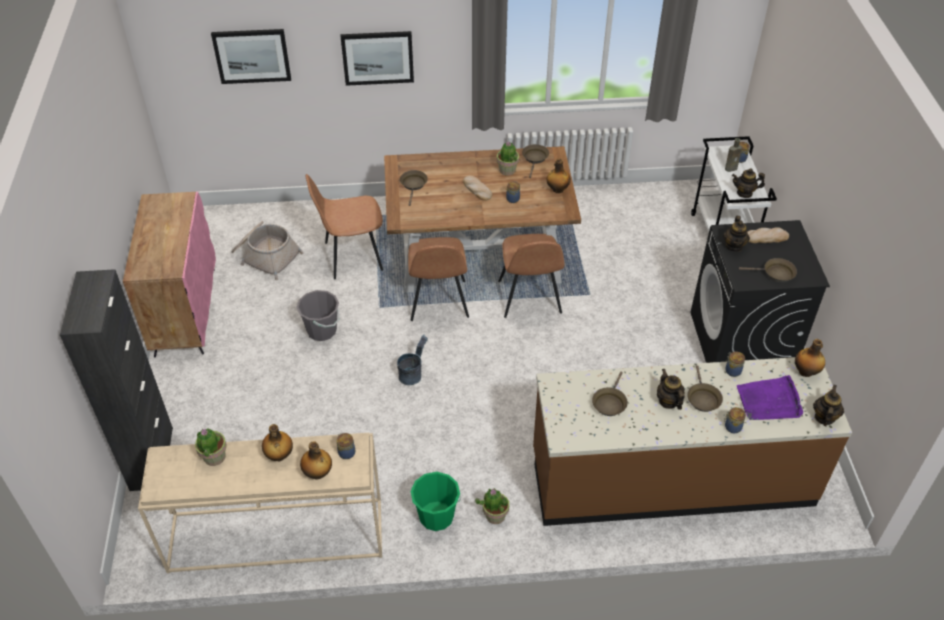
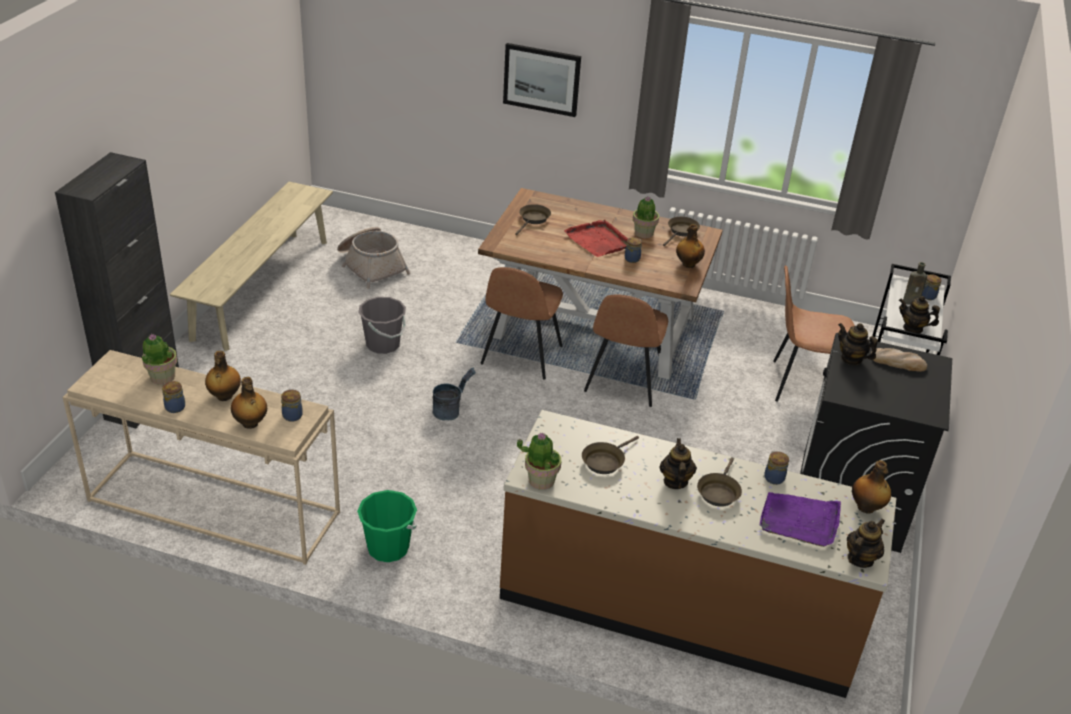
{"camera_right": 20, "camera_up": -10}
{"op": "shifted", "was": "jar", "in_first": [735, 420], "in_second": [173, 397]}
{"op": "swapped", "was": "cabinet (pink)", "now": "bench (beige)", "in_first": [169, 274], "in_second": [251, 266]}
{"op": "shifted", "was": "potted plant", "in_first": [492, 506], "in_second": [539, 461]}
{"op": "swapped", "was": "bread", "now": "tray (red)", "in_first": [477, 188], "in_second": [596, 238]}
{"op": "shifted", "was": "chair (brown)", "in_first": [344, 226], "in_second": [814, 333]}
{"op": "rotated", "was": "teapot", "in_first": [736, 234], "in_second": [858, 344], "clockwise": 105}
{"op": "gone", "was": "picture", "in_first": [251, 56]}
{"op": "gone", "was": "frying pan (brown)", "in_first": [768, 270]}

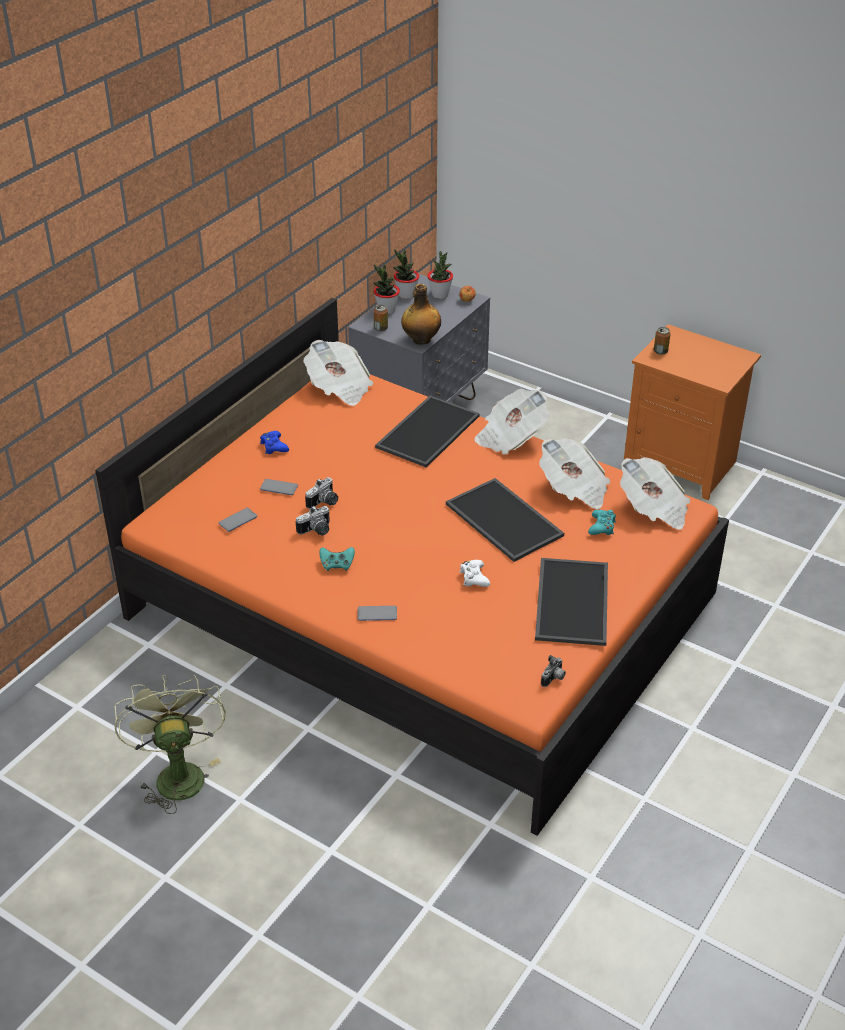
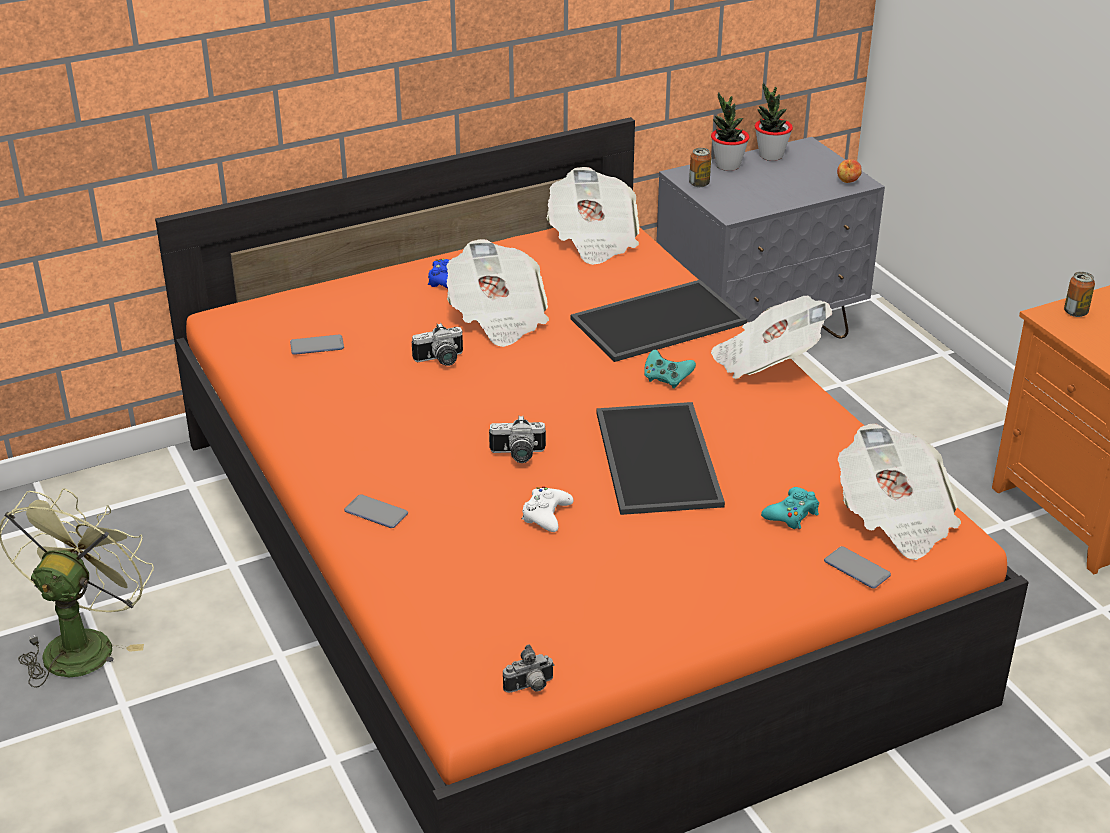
{"camera_right": 30, "camera_up": -5}
{"op": "shifted", "was": "newspaper", "in_first": [574, 473], "in_second": [497, 293]}
{"op": "shifted", "was": "photo camera", "in_first": [313, 520], "in_second": [517, 439]}
{"op": "shifted", "was": "game controller (turquoise)", "in_first": [337, 559], "in_second": [670, 369]}
{"op": "shifted", "was": "phone", "in_first": [279, 487], "in_second": [857, 567]}
{"op": "gone", "was": "bottle", "in_first": [421, 314]}
{"op": "gone", "was": "potted plant", "in_first": [440, 275]}
{"op": "gone", "was": "tray", "in_first": [571, 602]}

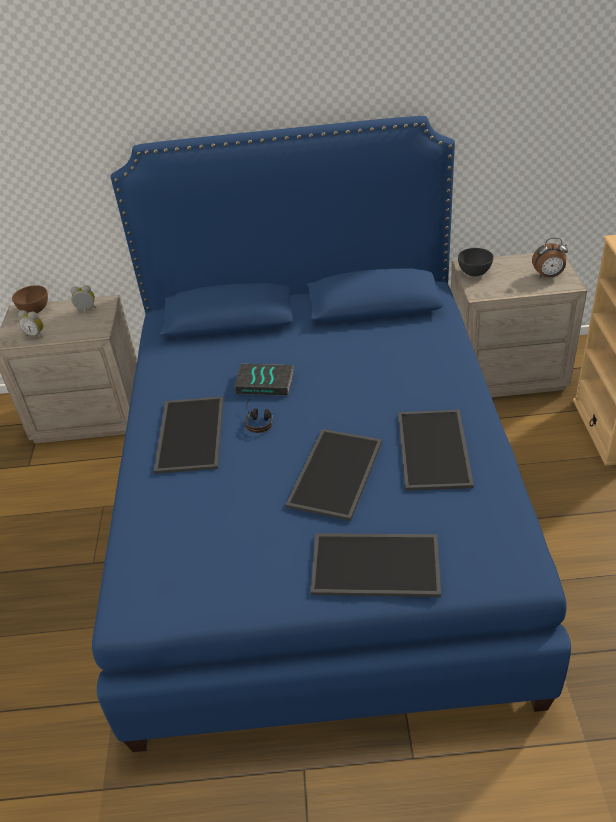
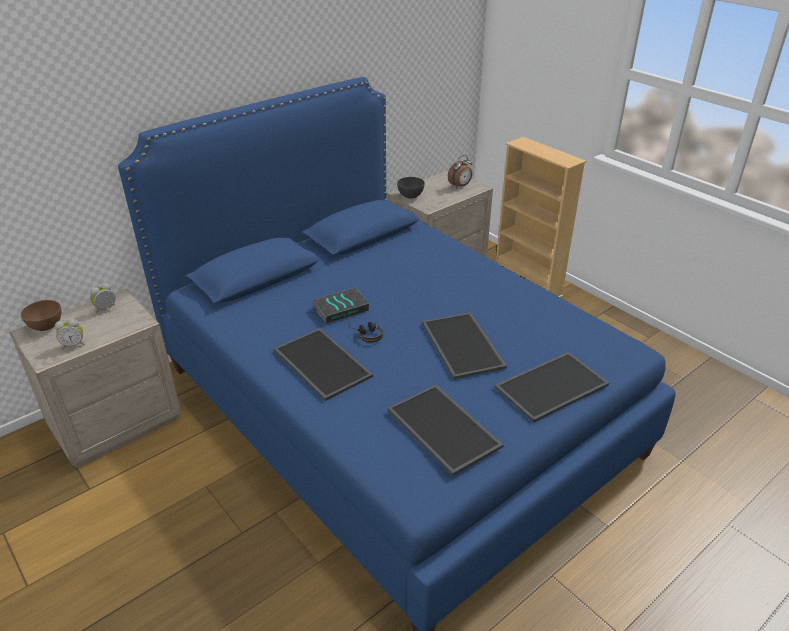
{"camera_right": -40, "camera_up": -5}
{"op": "shifted", "was": "tray", "in_first": [436, 450], "in_second": [446, 430]}

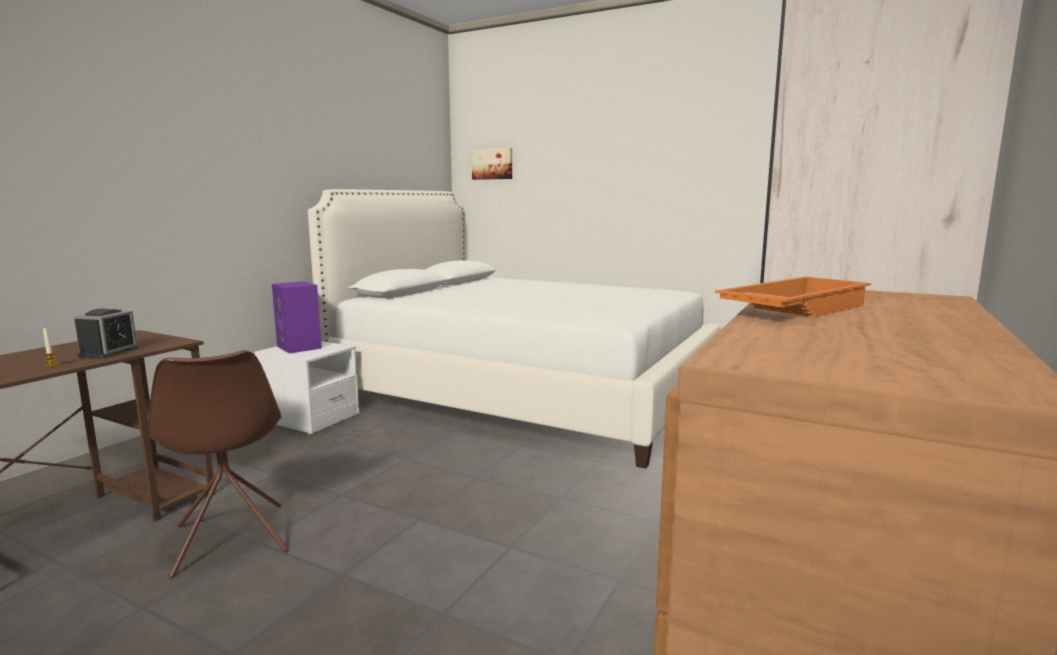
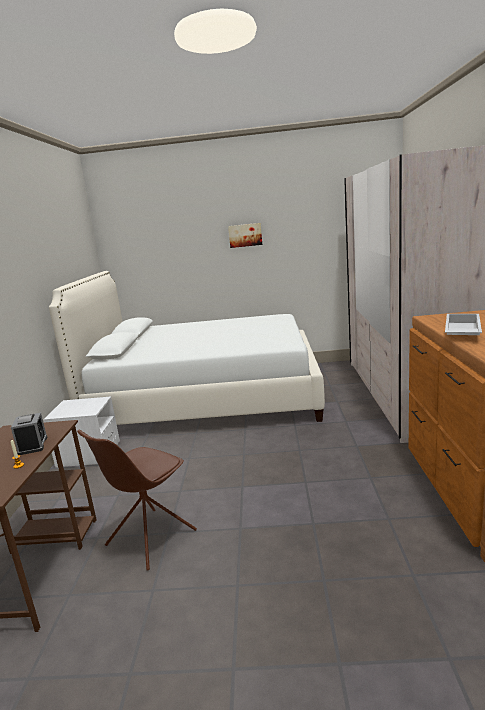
{"camera_right": -25, "camera_up": 5}
{"op": "rotated", "was": "chair (brown)", "in_first": [218, 464], "in_second": [137, 500], "clockwise": 90}
{"op": "shifted", "was": "picture", "in_first": [492, 164], "in_second": [245, 235]}
{"op": "repainted", "was": "tray (orange)", "now": "tray (white)", "in_first": [793, 297], "in_second": [463, 324]}
{"op": "gone", "was": "speaker (purple)", "in_first": [297, 317]}

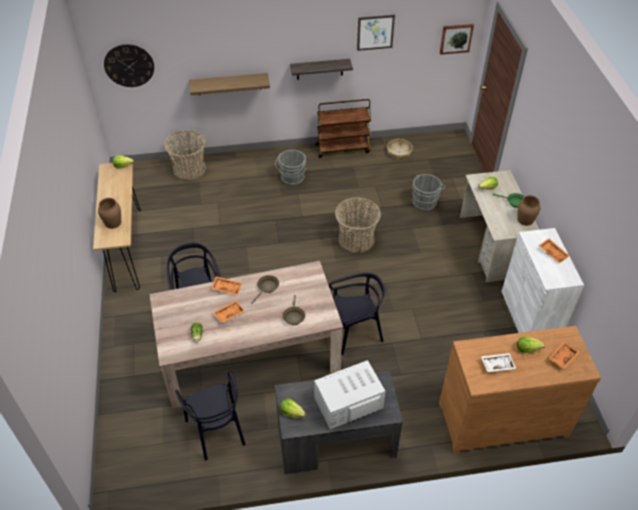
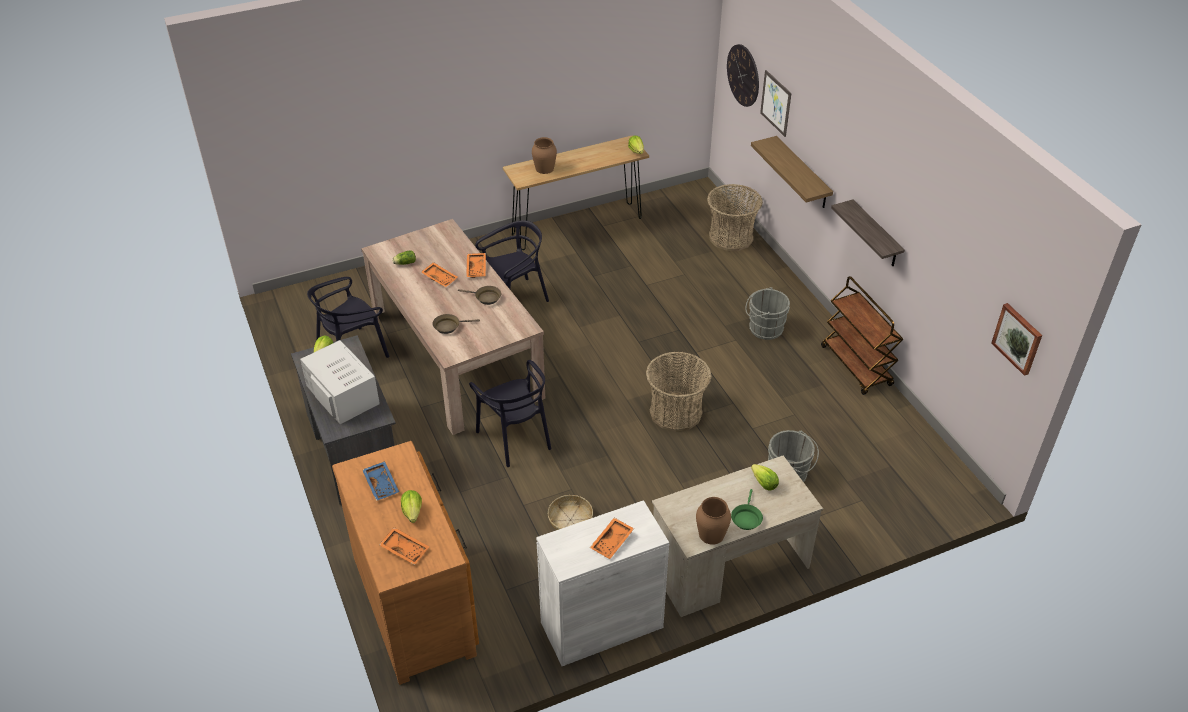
{"camera_right": 75, "camera_up": -5}
{"op": "repainted", "was": "tray (white)", "now": "tray (blue)", "in_first": [498, 362], "in_second": [381, 481]}
{"op": "shifted", "was": "basket", "in_first": [400, 149], "in_second": [570, 512]}
{"op": "shifted", "was": "picture", "in_first": [376, 33], "in_second": [776, 103]}

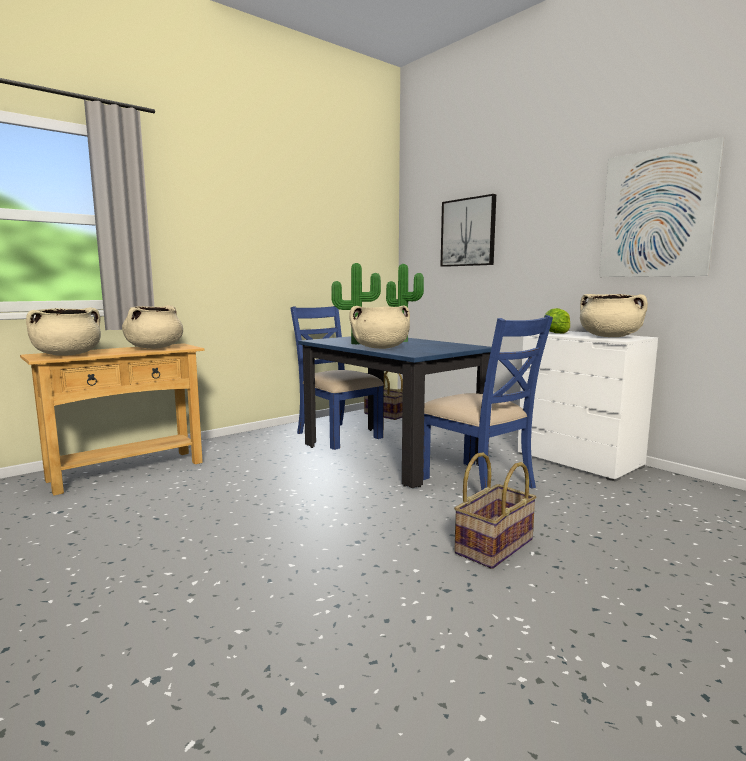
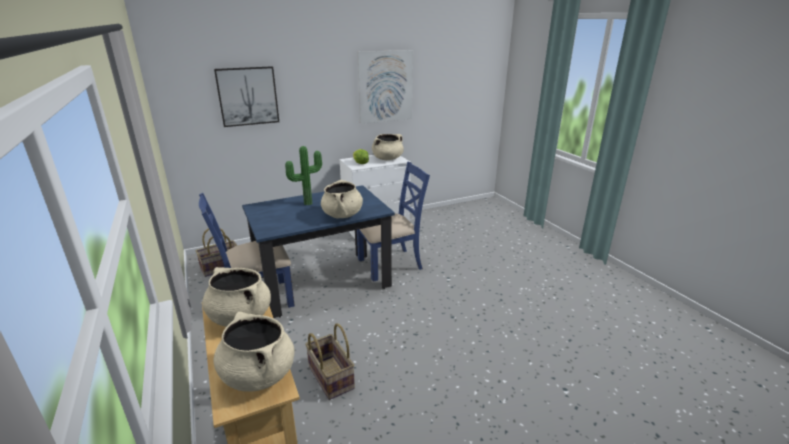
{"camera_right": -75, "camera_up": 15}
{"op": "shifted", "was": "basket", "in_first": [495, 510], "in_second": [330, 362]}
{"op": "gone", "was": "potted plant", "in_first": [356, 303]}

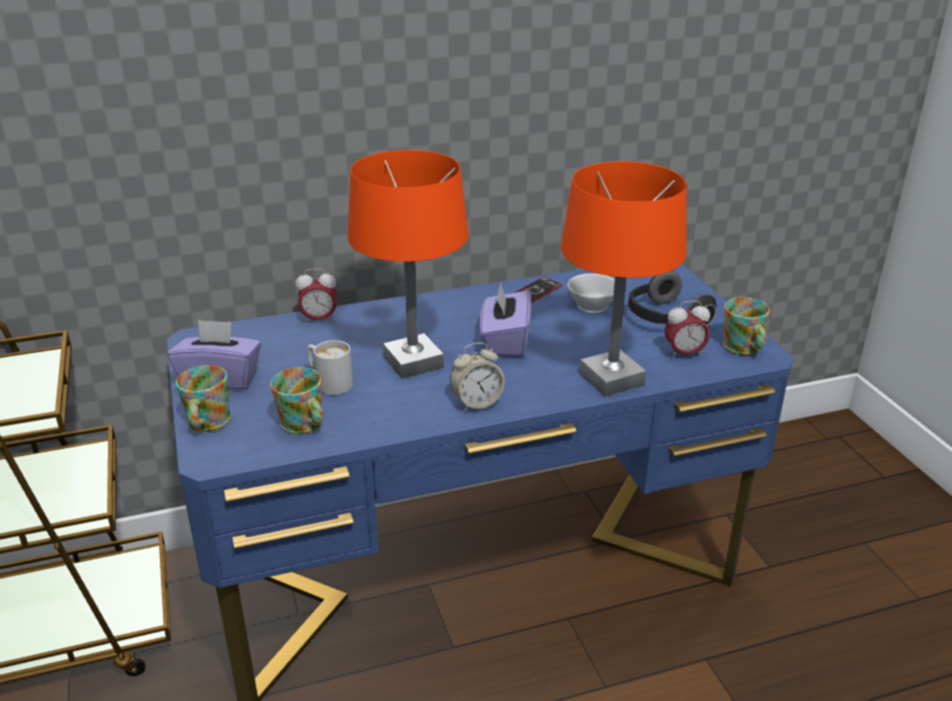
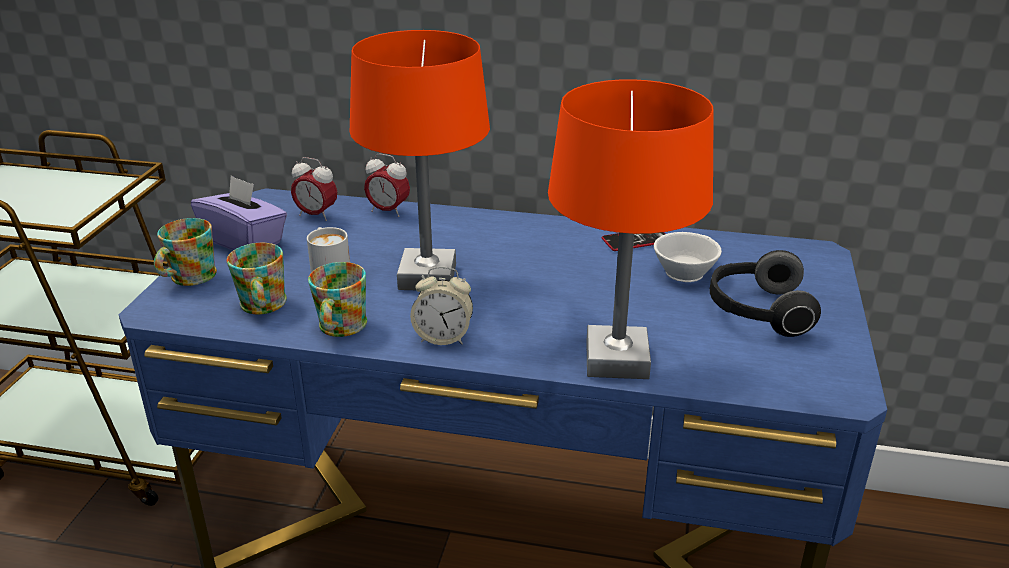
{"camera_right": 30, "camera_up": 0}
{"op": "shifted", "was": "alarm clock", "in_first": [687, 330], "in_second": [314, 189]}
{"op": "shifted", "was": "mug", "in_first": [746, 326], "in_second": [337, 299]}
{"op": "gone", "was": "tissue box (purple)", "in_first": [505, 319]}

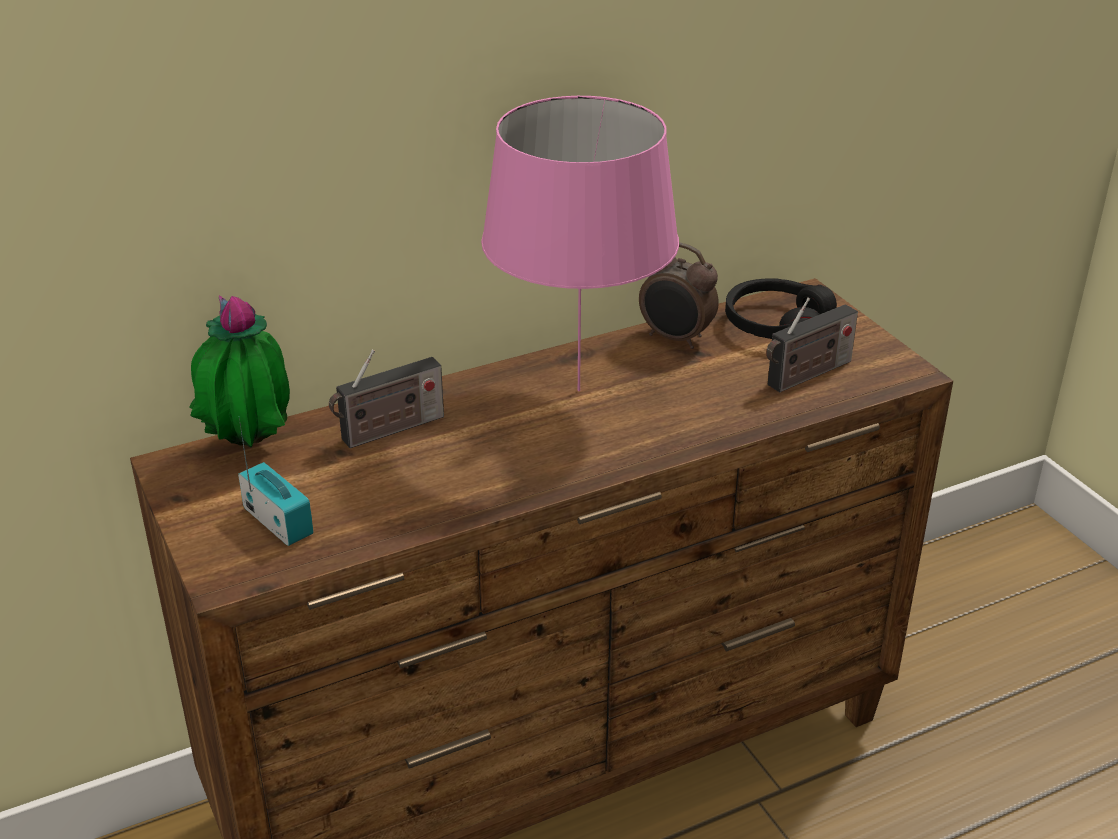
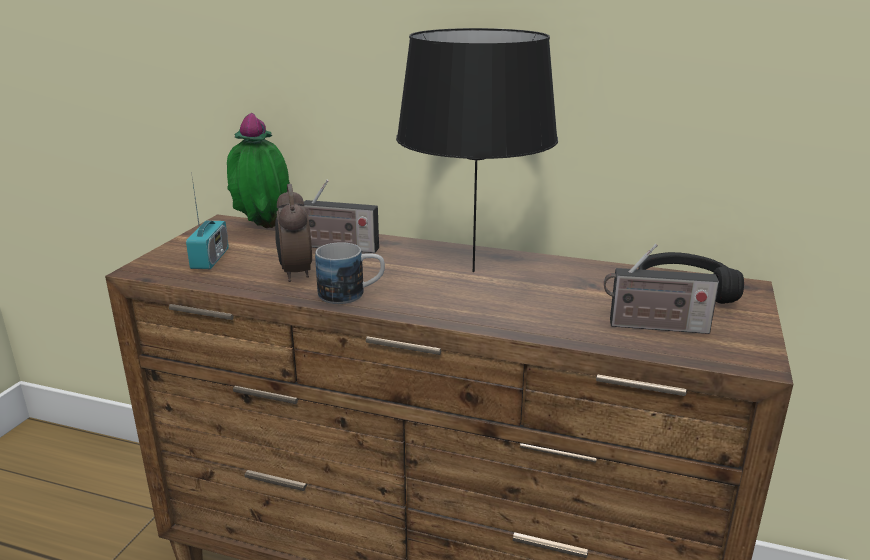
{"camera_right": 45, "camera_up": -10}
{"op": "shifted", "was": "alarm clock", "in_first": [679, 295], "in_second": [293, 233]}
{"op": "new", "now": "mug", "in_second": [350, 273]}
{"op": "repainted", "was": "table lamp (pink)", "now": "table lamp (black)", "in_first": [580, 243], "in_second": [477, 150]}

